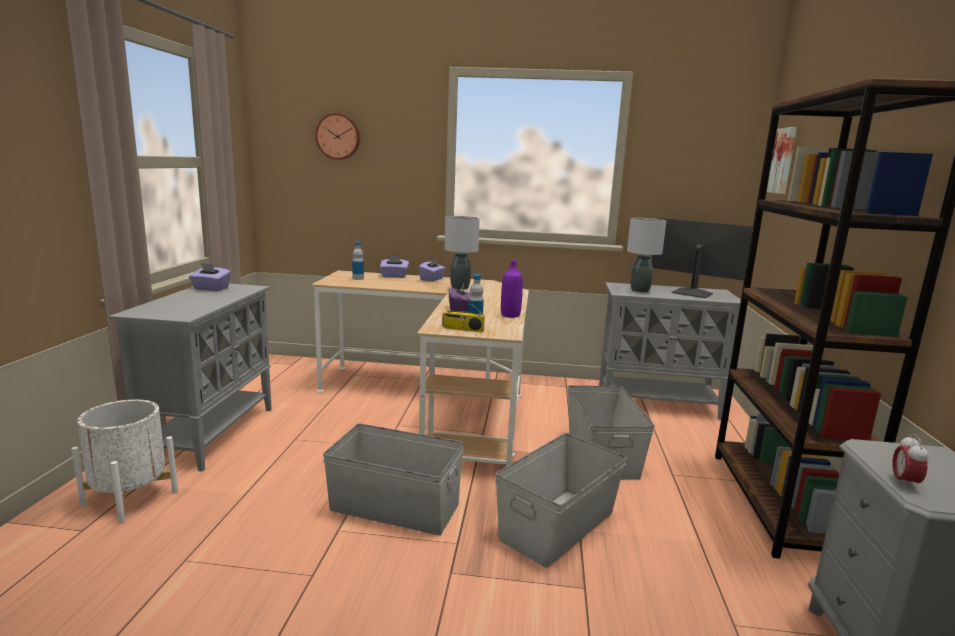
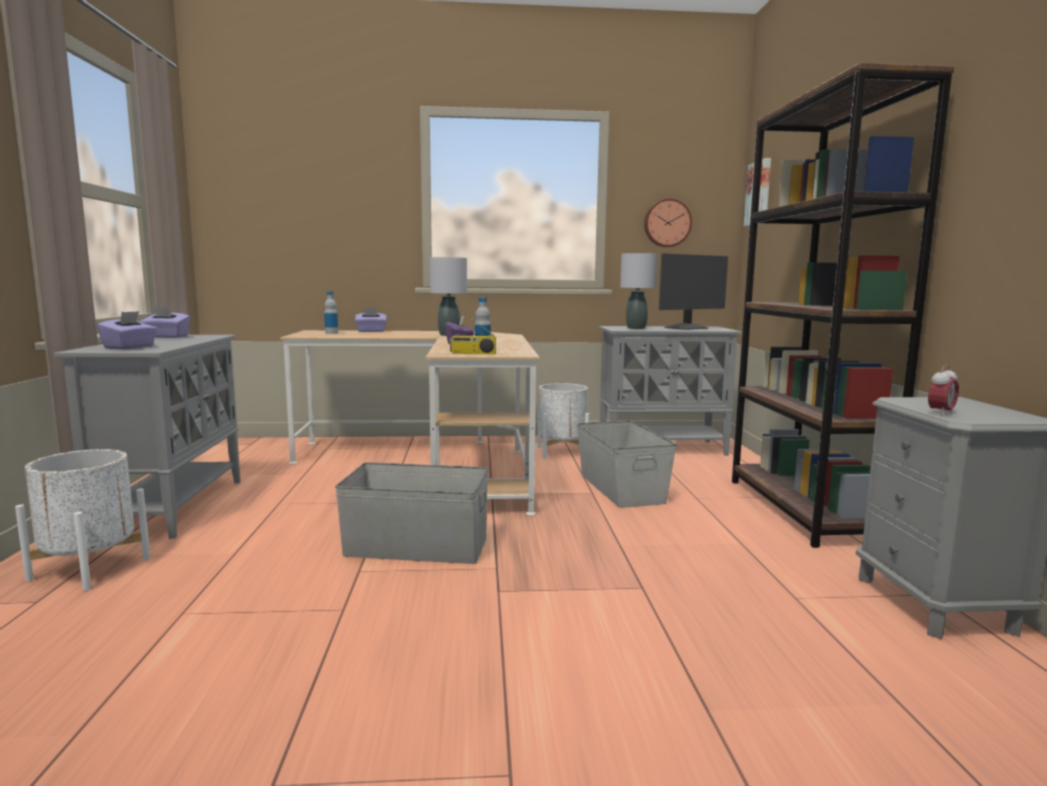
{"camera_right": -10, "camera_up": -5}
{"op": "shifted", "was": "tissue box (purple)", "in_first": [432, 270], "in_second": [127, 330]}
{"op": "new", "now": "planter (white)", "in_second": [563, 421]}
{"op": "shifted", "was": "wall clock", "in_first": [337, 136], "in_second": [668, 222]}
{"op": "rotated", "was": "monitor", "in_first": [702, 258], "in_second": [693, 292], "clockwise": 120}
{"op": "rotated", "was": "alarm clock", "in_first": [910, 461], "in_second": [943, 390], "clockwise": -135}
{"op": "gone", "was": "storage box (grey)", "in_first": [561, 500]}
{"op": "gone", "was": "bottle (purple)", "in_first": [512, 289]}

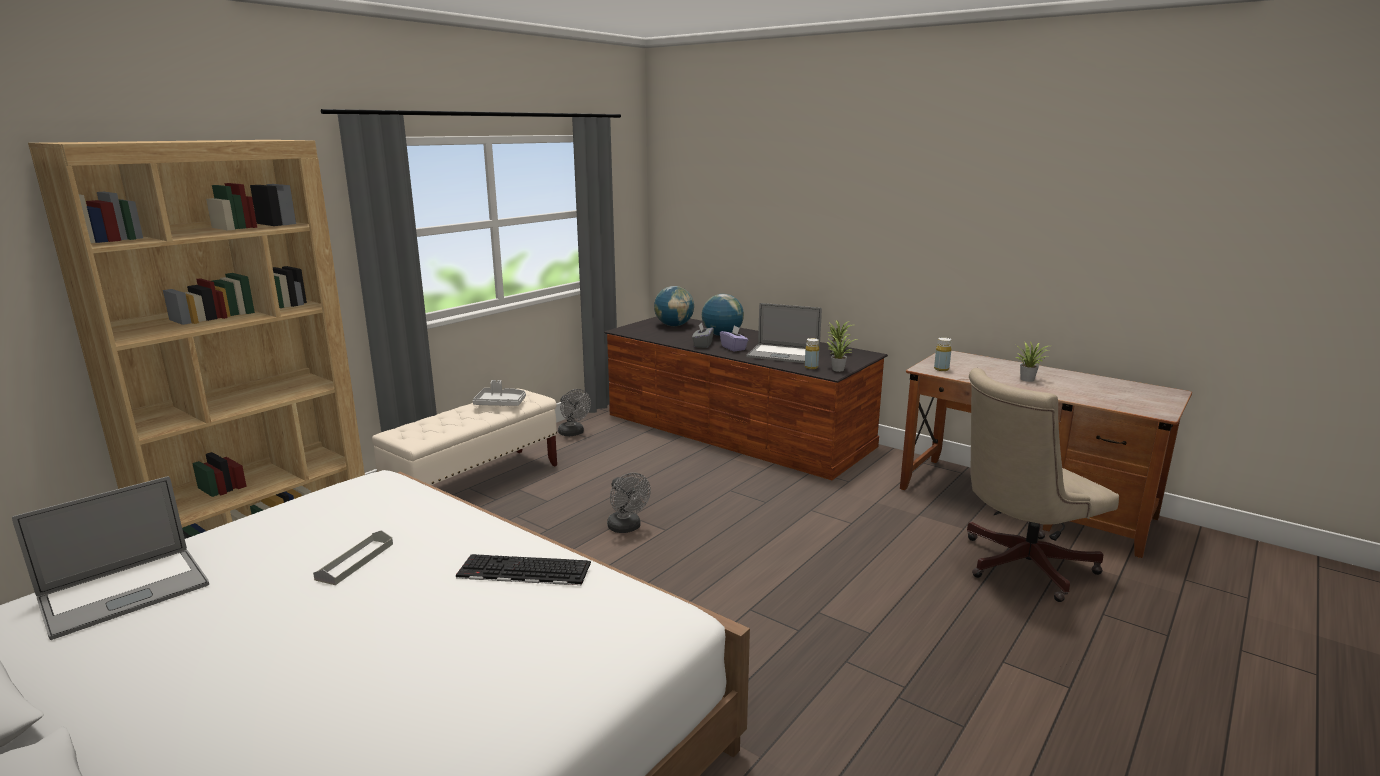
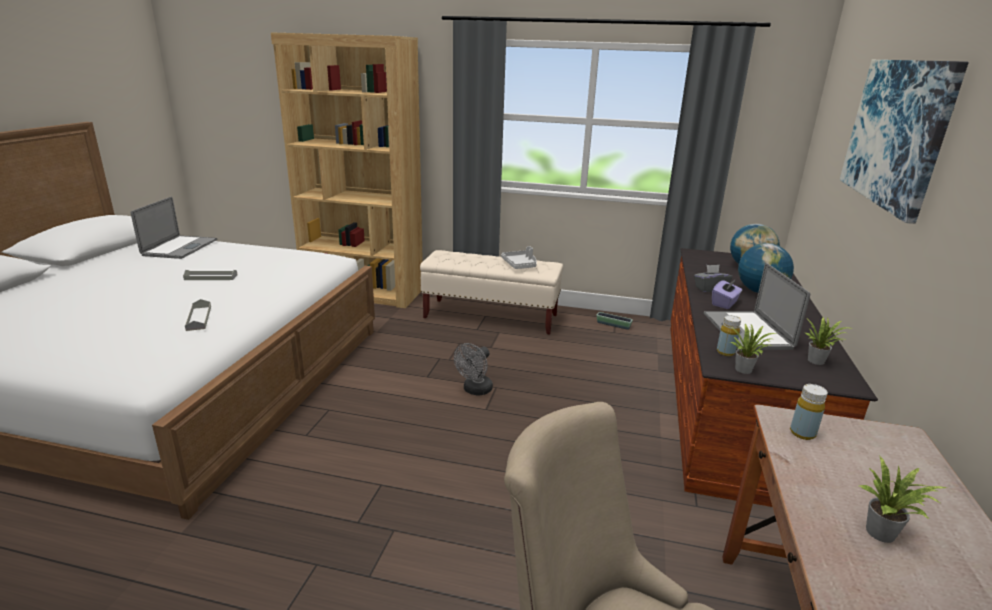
{"camera_right": 65, "camera_up": 5}
{"op": "rotated", "was": "laptop", "in_first": [110, 558], "in_second": [174, 227], "clockwise": -105}
{"op": "swapped", "was": "keyboard", "now": "tray (grey)", "in_first": [523, 569], "in_second": [198, 315]}
{"op": "swapped", "was": "fan (grey)", "now": "planter", "in_first": [574, 412], "in_second": [615, 321]}
{"op": "new", "now": "picture", "in_second": [904, 142]}

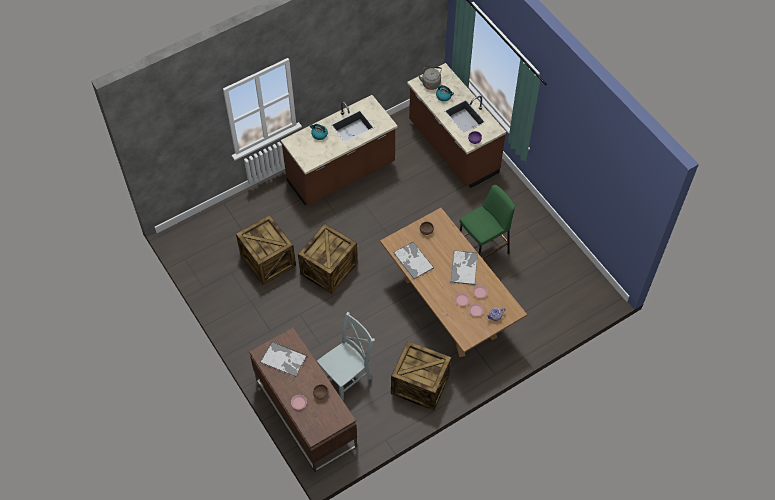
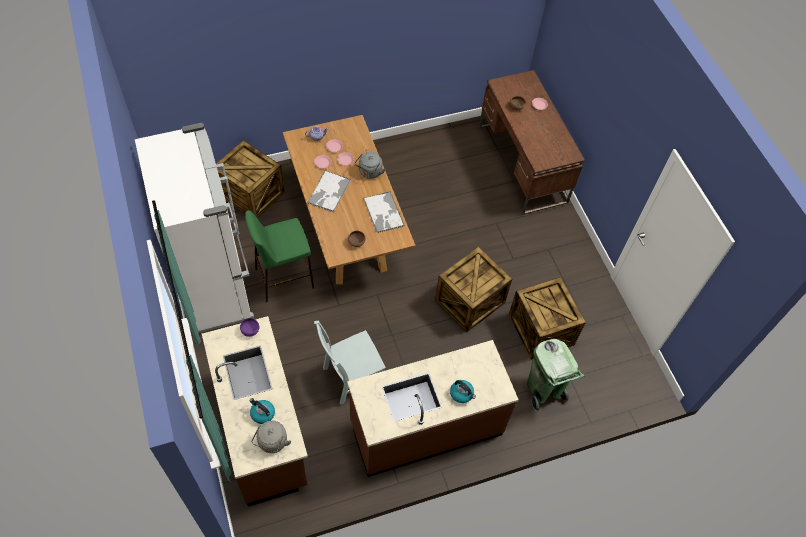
{"camera_right": -170, "camera_up": 0}
{"op": "new", "now": "fridge (white)", "in_second": [195, 228]}
{"op": "shifted", "was": "crate", "in_first": [421, 376], "in_second": [250, 179]}
{"op": "shifted", "was": "chair (grey)", "in_first": [346, 356], "in_second": [350, 363]}
{"op": "new", "now": "kettle (grey)", "in_second": [370, 165]}
{"op": "new", "now": "trash can (green)", "in_second": [555, 375]}
{"op": "gone", "was": "tray", "in_first": [283, 359]}

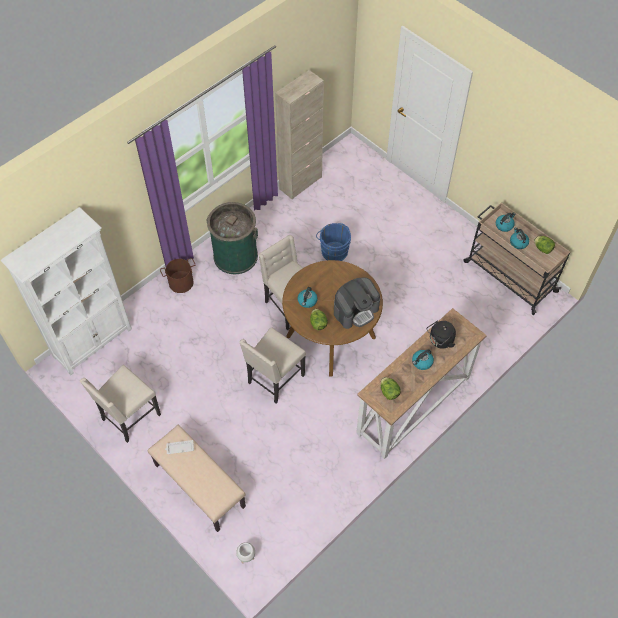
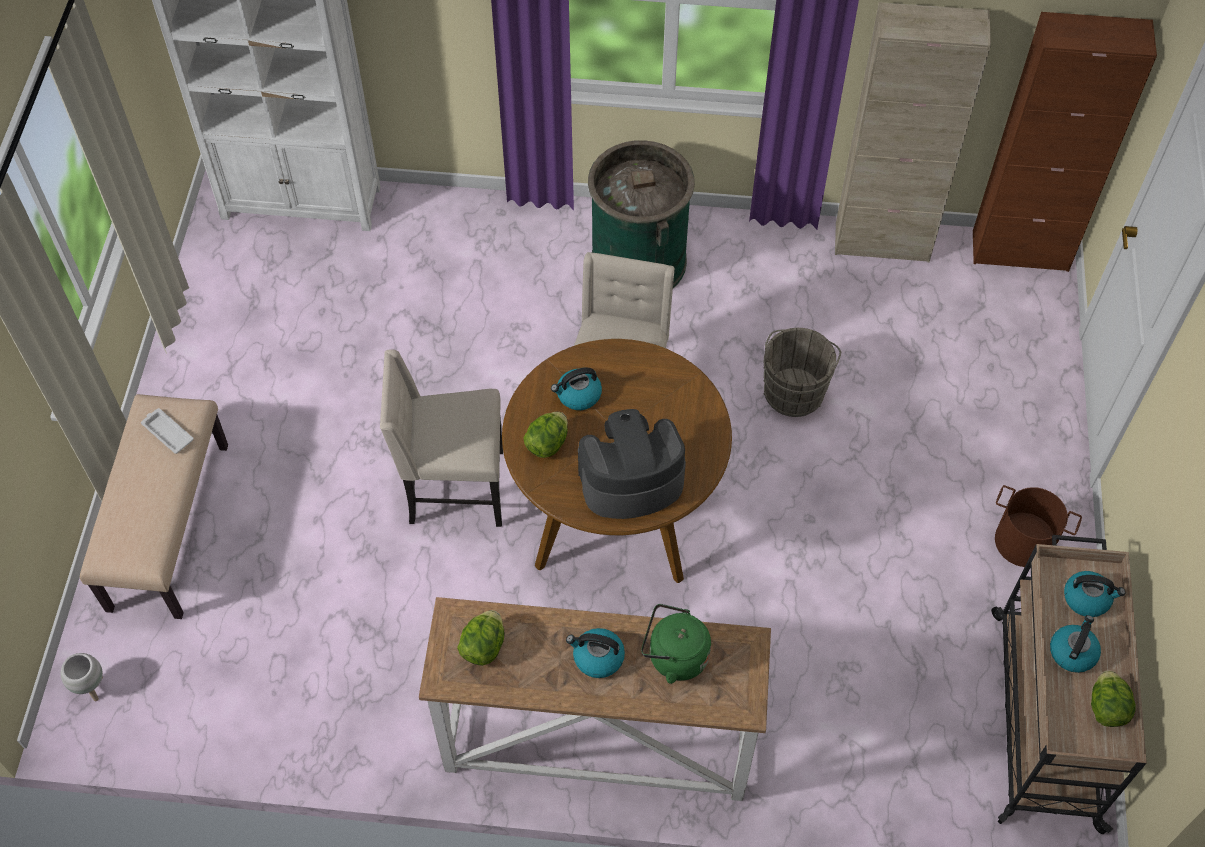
{"camera_right": 50, "camera_up": 0}
{"op": "rotated", "was": "coffee machine", "in_first": [357, 303], "in_second": [632, 464], "clockwise": 150}
{"op": "repainted", "was": "kettle (black)", "now": "kettle (green)", "in_first": [441, 334], "in_second": [676, 644]}
{"op": "repainted", "was": "bucket (blue)", "now": "bucket (grey)", "in_first": [333, 242], "in_second": [802, 372]}
{"op": "new", "now": "cabinet (brown)", "in_second": [1065, 142]}
{"op": "shifted", "was": "bucket (brown)", "in_first": [177, 275], "in_second": [1038, 526]}
{"op": "gone", "was": "chair (beige)", "in_first": [120, 404]}

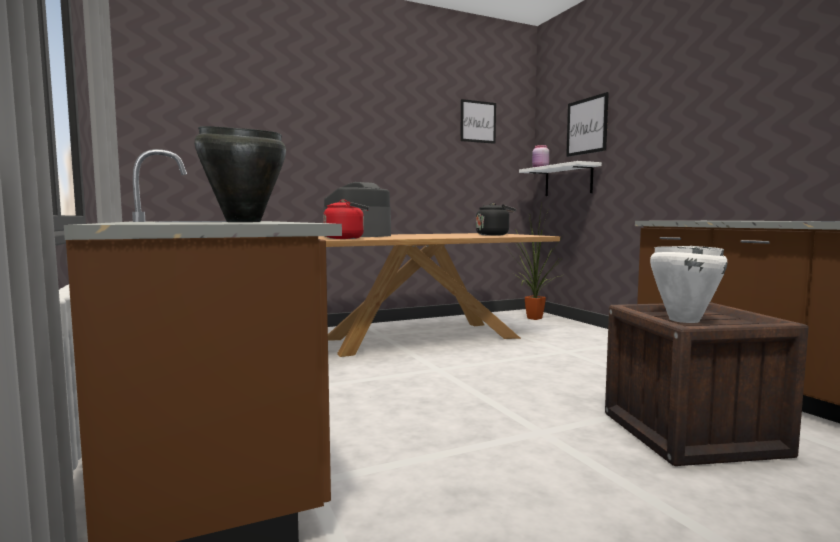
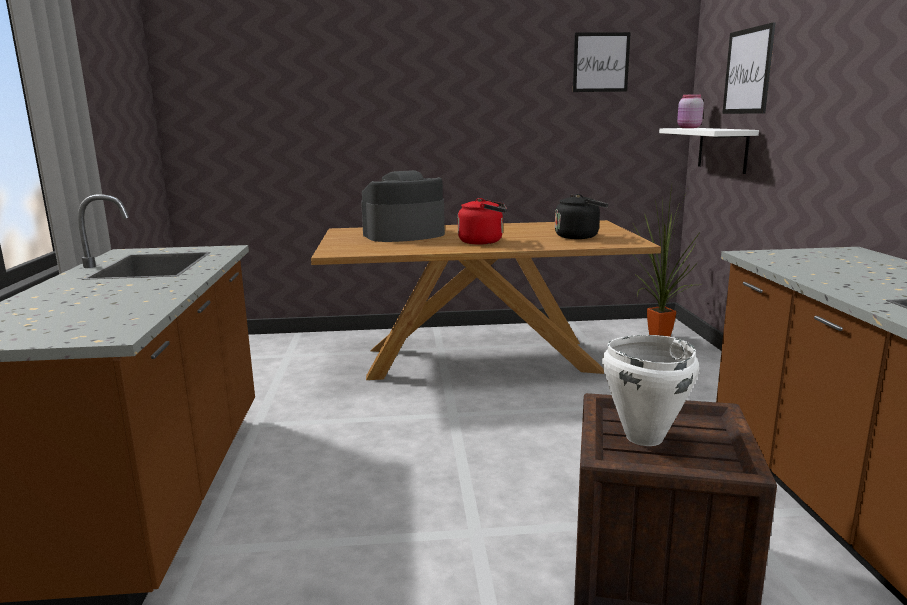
{"camera_right": 20, "camera_up": 10}
{"op": "shifted", "was": "kettle (red)", "in_first": [346, 219], "in_second": [482, 221]}
{"op": "gone", "was": "cooking pot (black)", "in_first": [240, 174]}

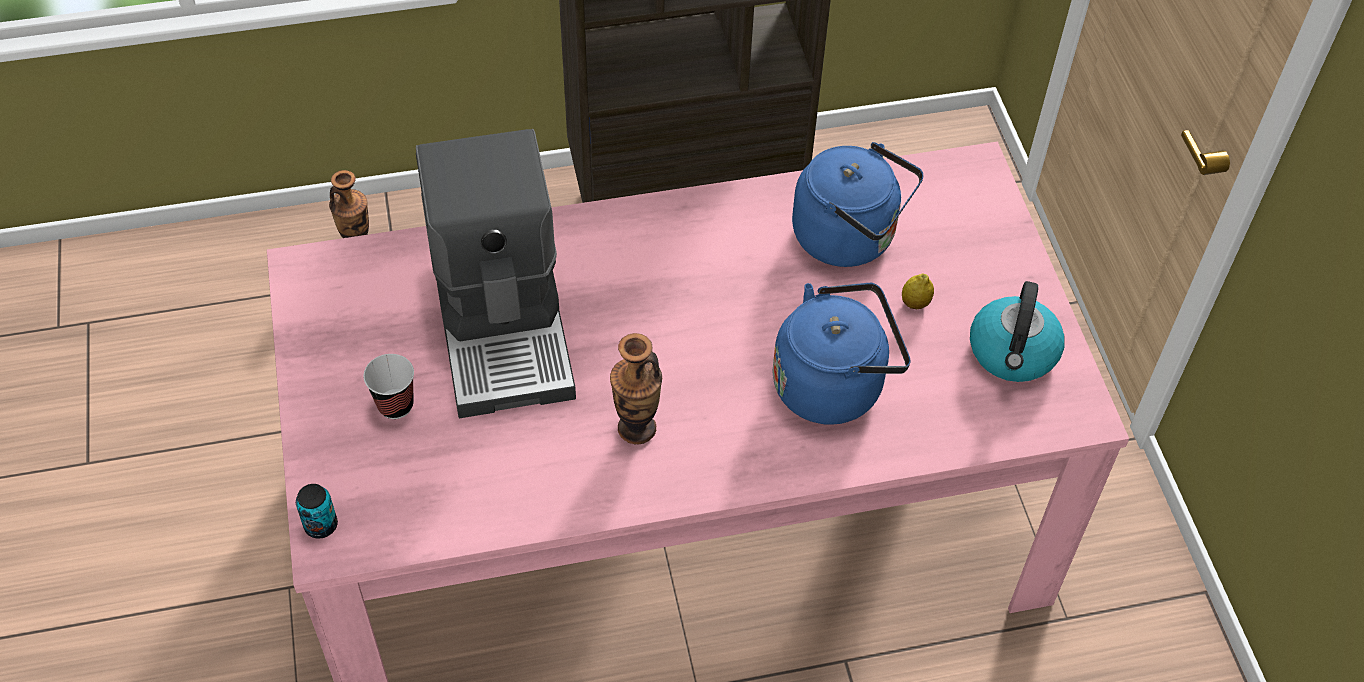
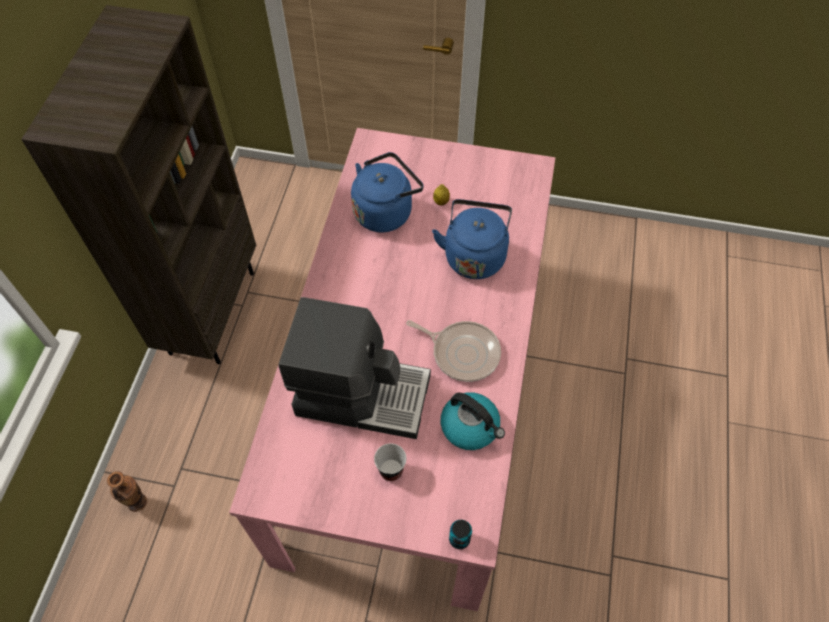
{"camera_right": -65, "camera_up": 5}
{"op": "swapped", "was": "vase", "now": "frying pan", "in_first": [636, 389], "in_second": [453, 351]}
{"op": "shifted", "was": "kettle", "in_first": [1017, 331], "in_second": [473, 421]}

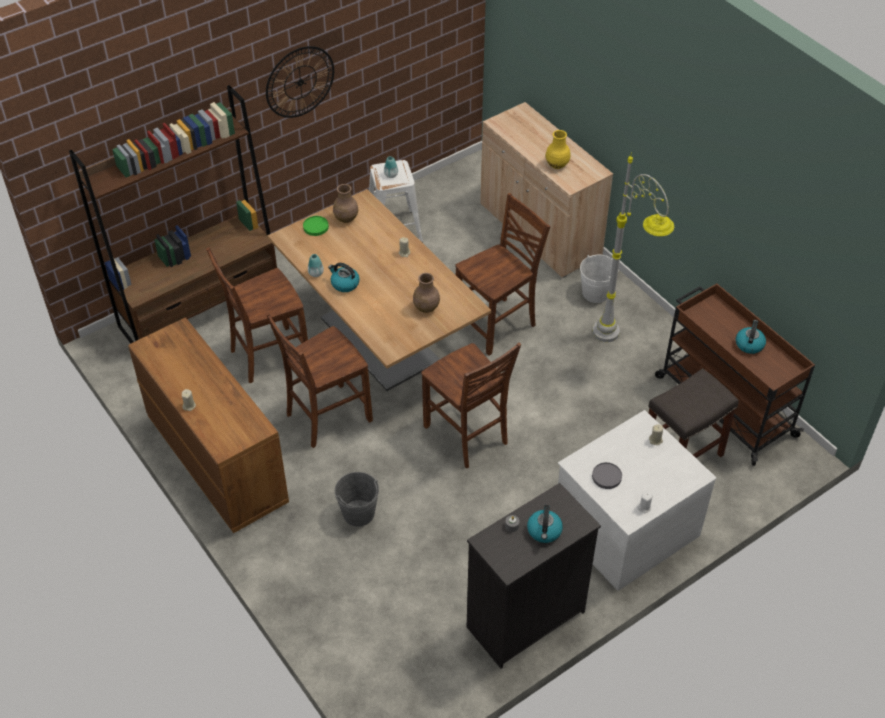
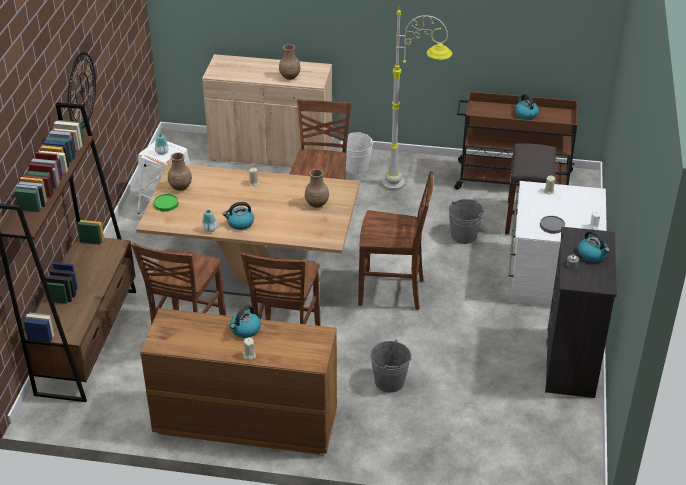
{"camera_right": -45, "camera_up": -10}
{"op": "new", "now": "kettle", "in_second": [245, 321]}
{"op": "repainted", "was": "vase (yellow)", "now": "vase (brown)", "in_first": [558, 149], "in_second": [290, 62]}
{"op": "new", "now": "bucket (grey)", "in_second": [466, 221]}

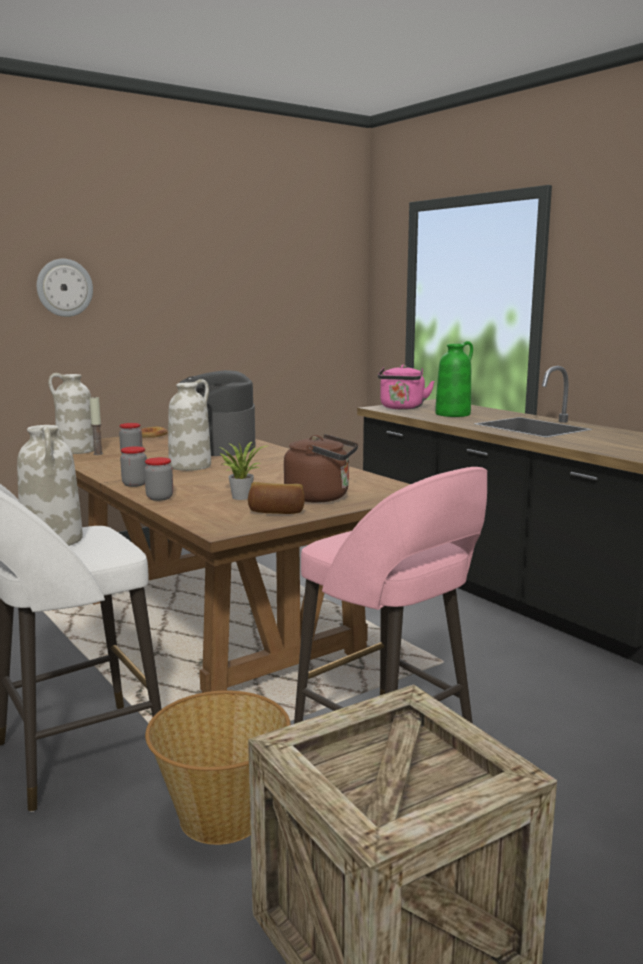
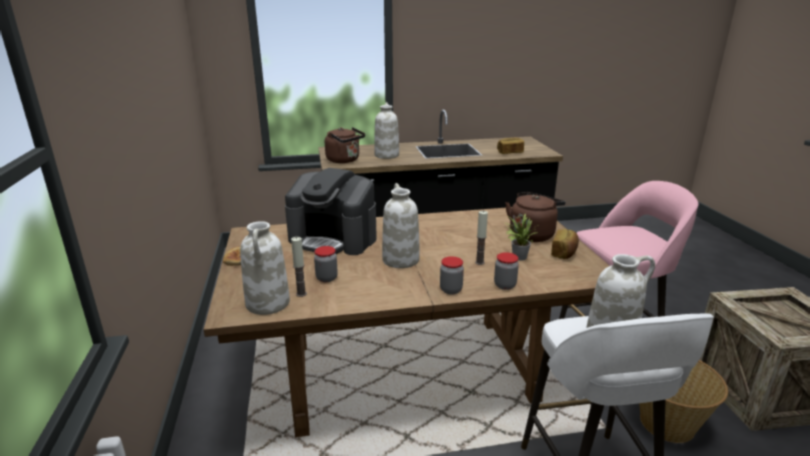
{"camera_right": -65, "camera_up": 10}
{"op": "repainted", "was": "kettle (pink)", "now": "kettle (brown)", "in_first": [406, 387], "in_second": [345, 145]}
{"op": "repainted", "was": "vase (green)", "now": "vase (white)", "in_first": [454, 379], "in_second": [386, 130]}
{"op": "new", "now": "candle", "in_second": [481, 237]}
{"op": "new", "now": "bread", "in_second": [510, 146]}
{"op": "gone", "was": "wall clock", "in_first": [65, 288]}

